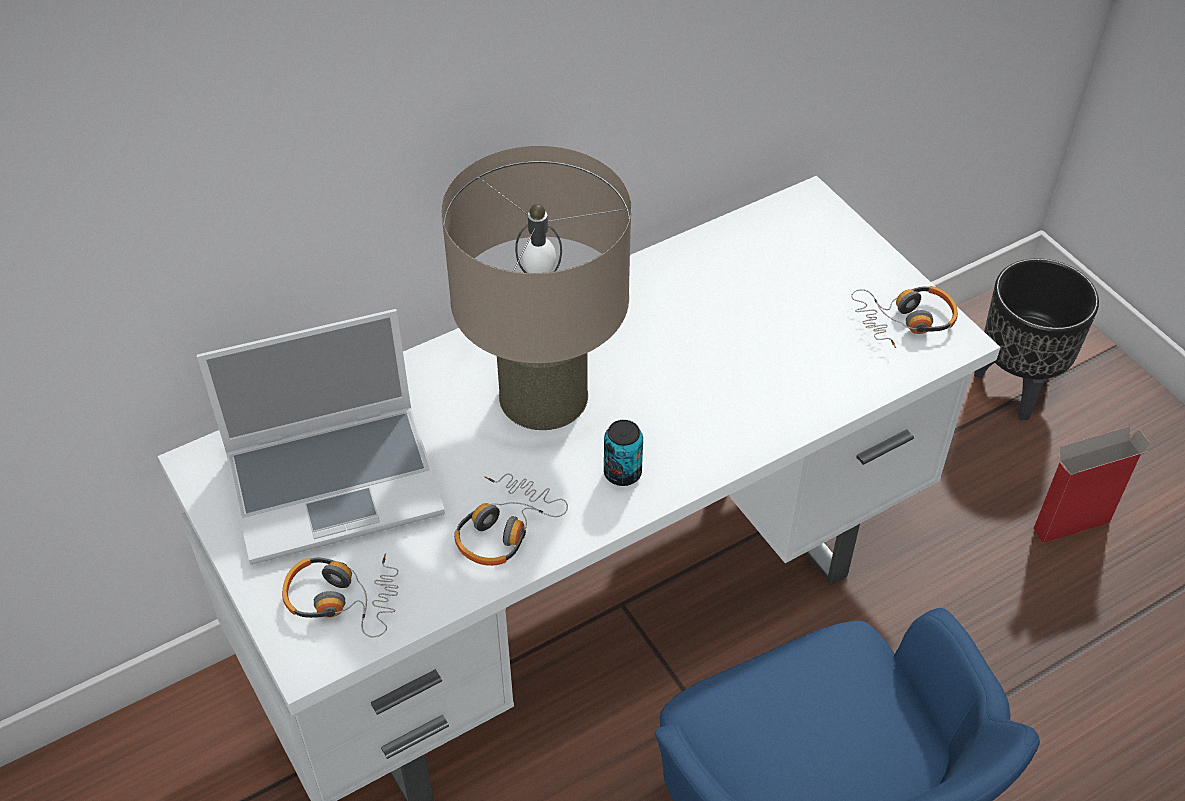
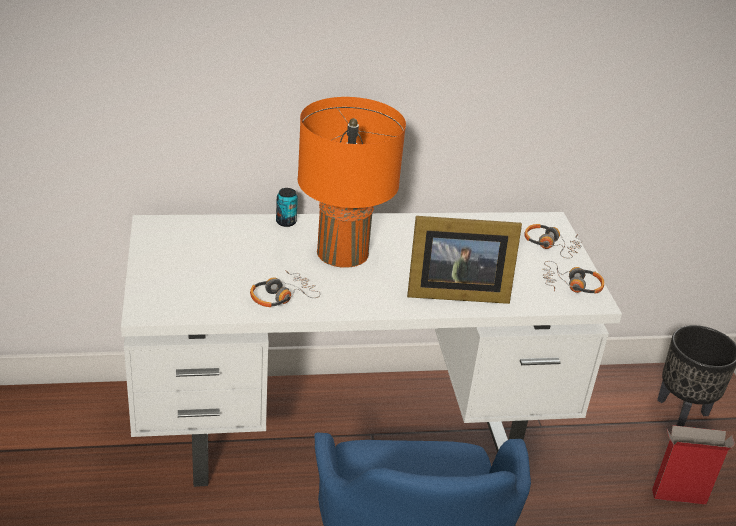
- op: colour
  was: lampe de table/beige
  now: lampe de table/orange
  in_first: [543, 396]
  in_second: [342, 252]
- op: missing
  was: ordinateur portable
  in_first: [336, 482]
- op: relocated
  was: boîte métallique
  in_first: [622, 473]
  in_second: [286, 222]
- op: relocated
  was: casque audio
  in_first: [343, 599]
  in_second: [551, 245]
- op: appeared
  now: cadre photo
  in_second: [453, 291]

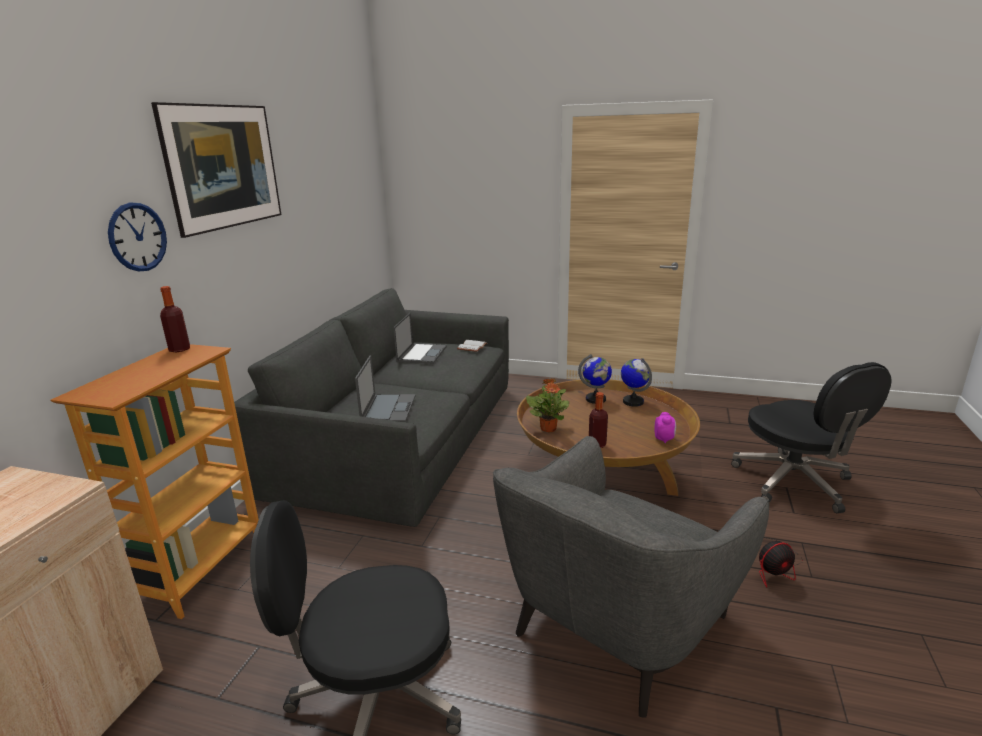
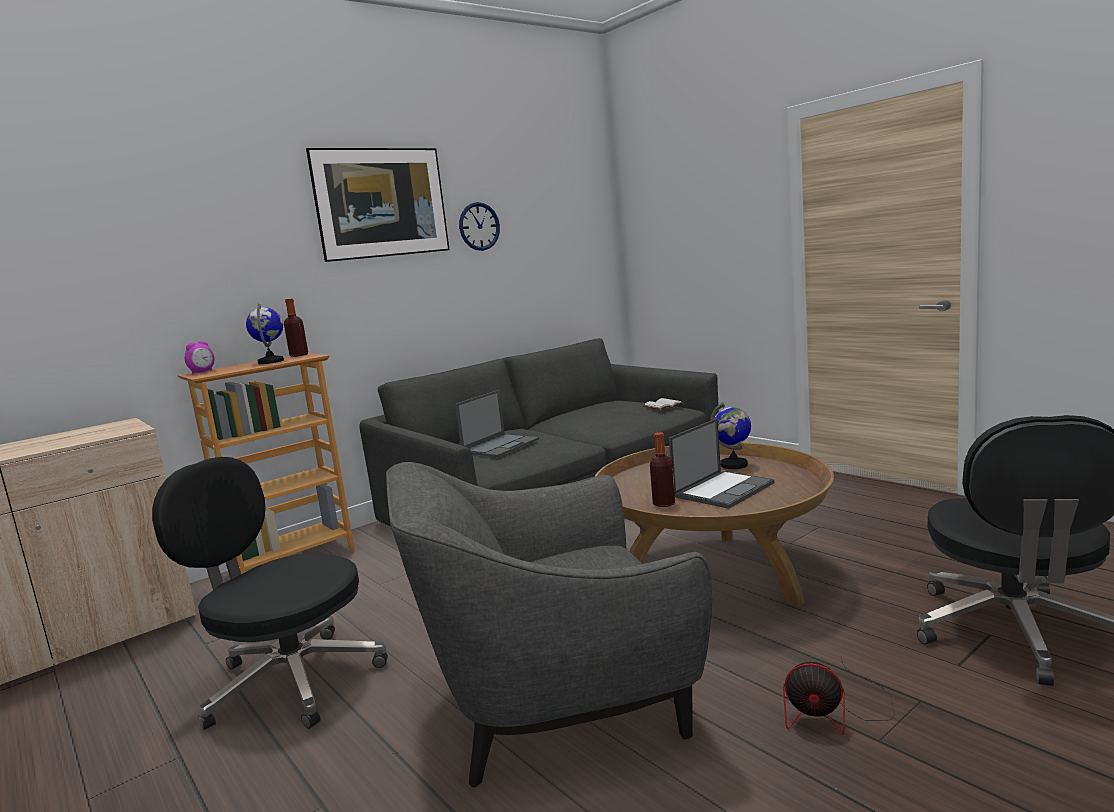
- op: relocated
  was: horloge murale
  in_first: [137, 237]
  in_second: [479, 226]
- op: relocated
  was: ordinateur portable
  in_first: [422, 354]
  in_second: [724, 489]
- op: relocated
  was: globe
  in_first: [633, 402]
  in_second: [271, 361]
- op: missing
  was: plante en pot
  in_first: [548, 428]
- op: relocated
  was: réveil
  in_first: [664, 439]
  in_second: [202, 372]

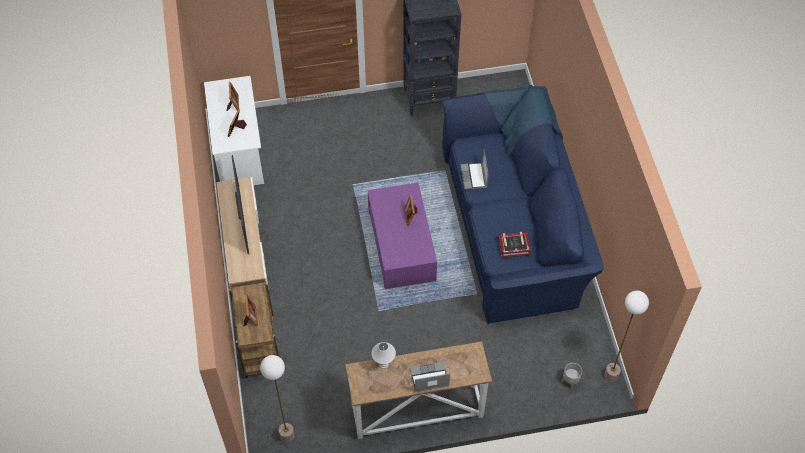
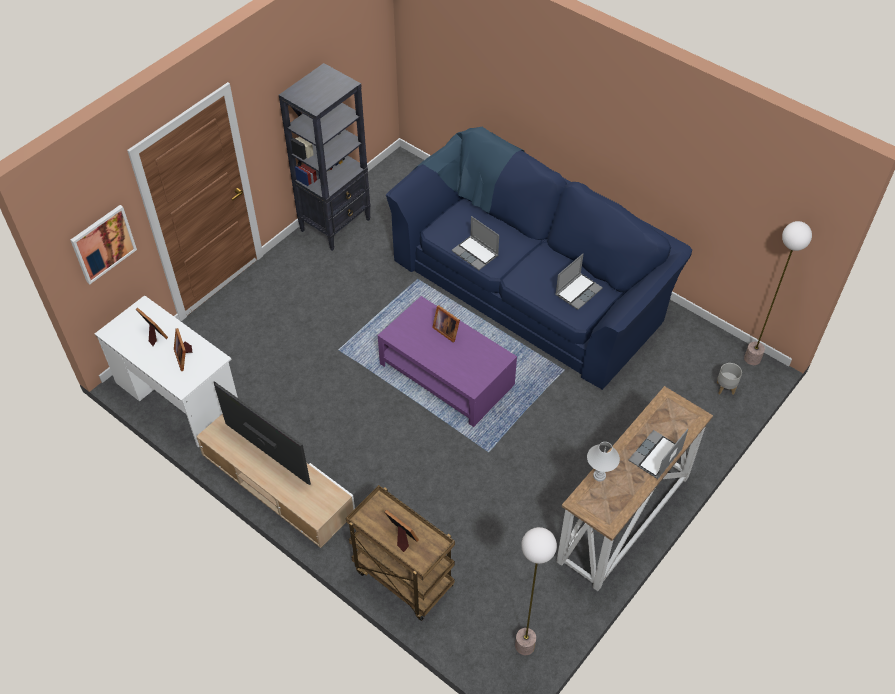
- op: exchanged
  was: livre
  now: ordinateur portable
  in_first: [514, 246]
  in_second: [578, 291]
- op: appeared
  now: tableau
  in_second: [103, 243]

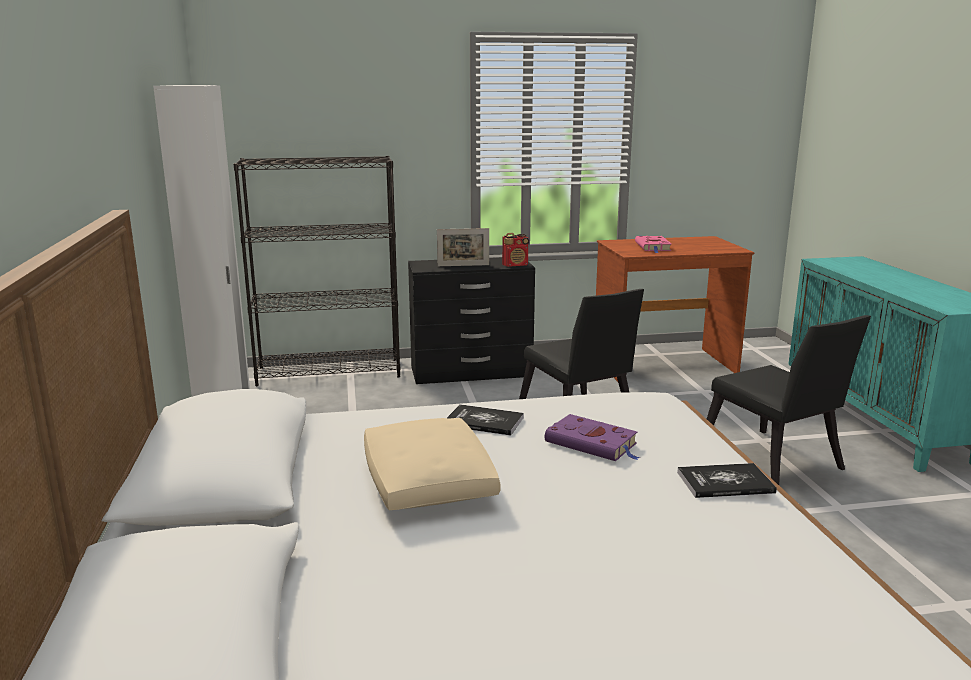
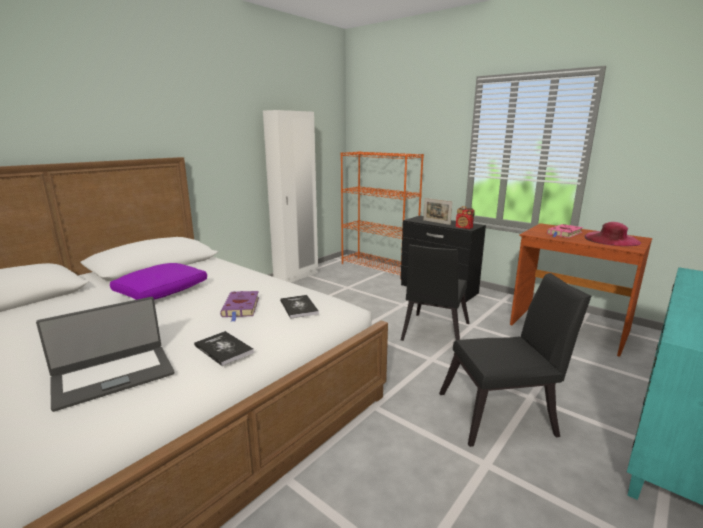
- op: colour
  was: bibliothèque/noir
  now: bibliothèque/orange
  in_first: [330, 372]
  in_second: [378, 267]
- op: spun
  was: chaise/noir
  in_first: [774, 464]
  in_second: [503, 414]
  clockwise: -120
- op: relocated
  was: livre
  in_first: [484, 421]
  in_second: [299, 307]
- op: colour
  was: coussin/beige
  now: coussin/violet
  in_first: [427, 481]
  in_second: [162, 291]
- op: appeared
  now: chapeau/rose
  in_second: [611, 239]
- op: appeared
  now: ordinateur portable
  in_second: [113, 375]

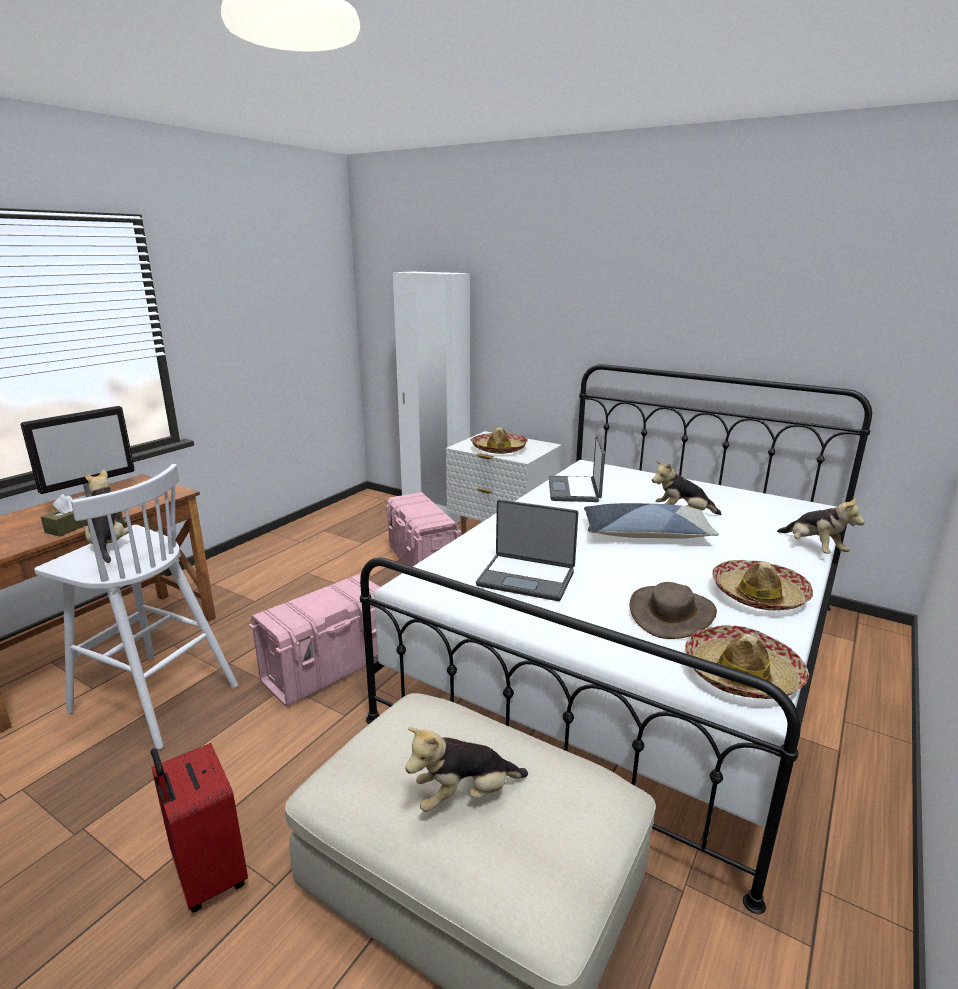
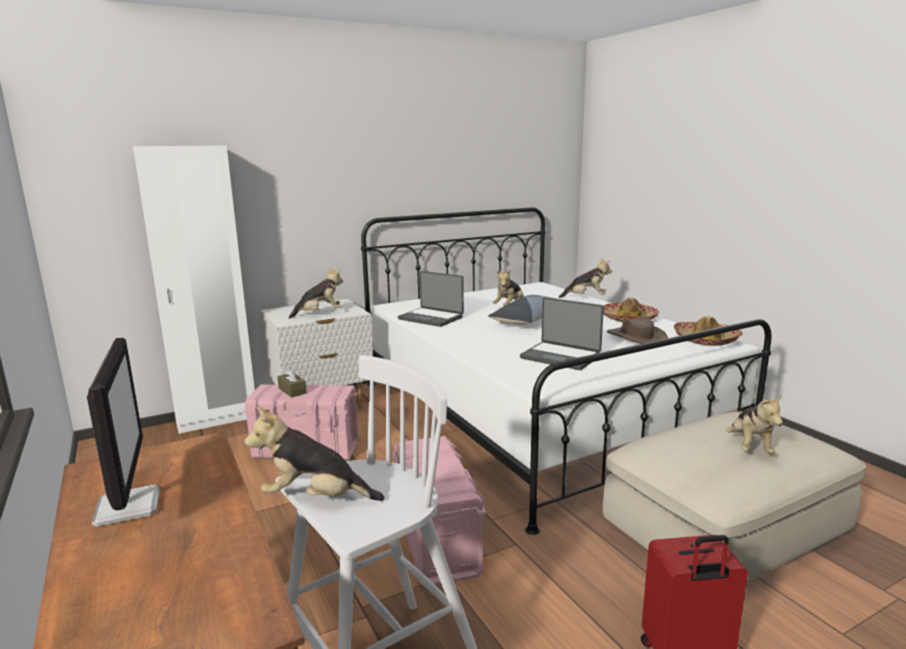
- op: exchanged
  was: chapeau
  now: peluche
  in_first: [499, 449]
  in_second: [319, 314]
- op: relocated
  was: boîte à mouchoirs/marron
  in_first: [71, 527]
  in_second: [292, 391]
- op: spun
  was: ordinateur portable
  in_first: [526, 578]
  in_second: [561, 357]
  clockwise: 75

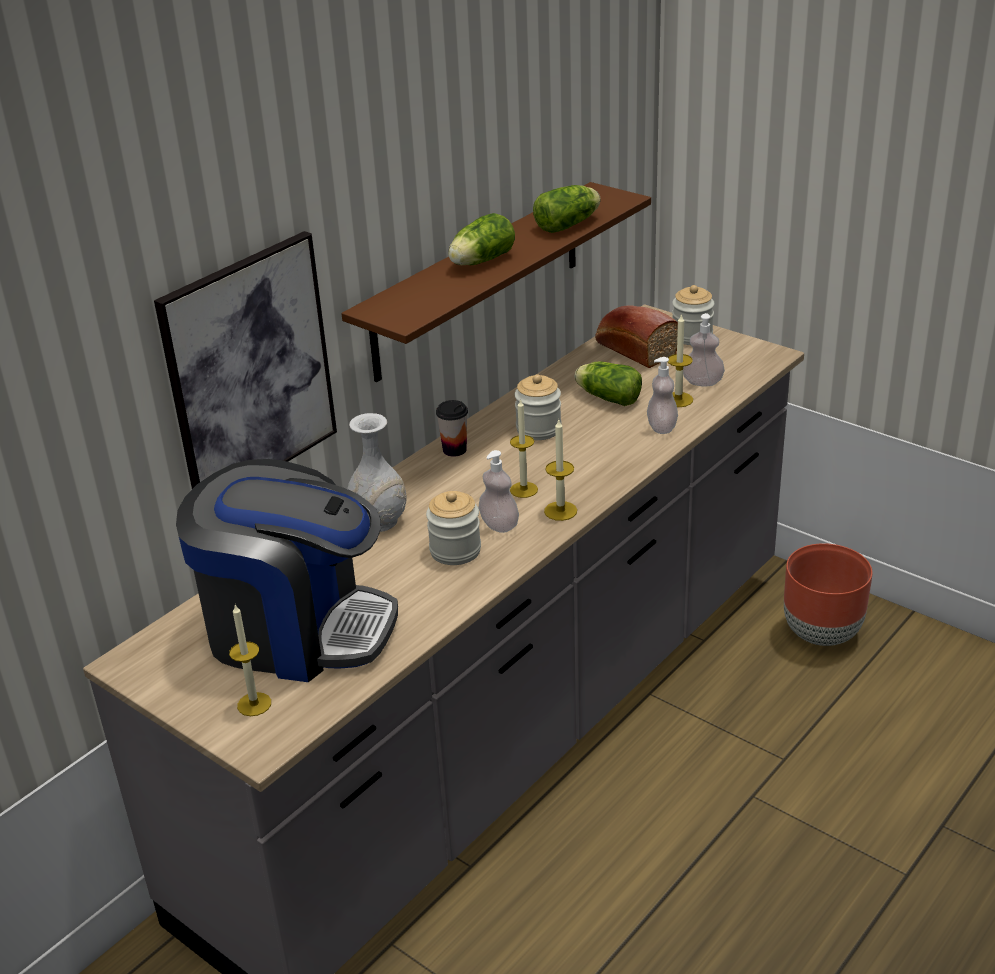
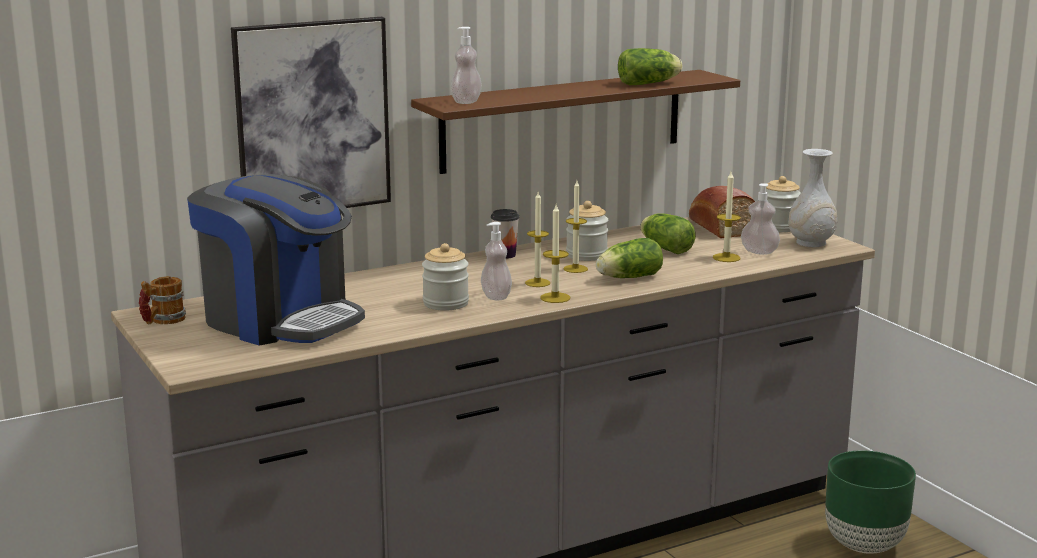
- op: relocated
  was: laitue
  in_first: [479, 262]
  in_second: [627, 277]
- op: relocated
  was: distributeur de savon
  in_first: [662, 427]
  in_second: [466, 102]
- op: relocated
  was: vase/blanc
  in_first: [379, 522]
  in_second: [811, 243]
- op: colour
  was: cache-pot/marron
  now: cache-pot/vert
  in_first: [822, 633]
  in_second: [865, 545]
- op: relocated
  was: bougie
  in_first: [254, 704]
  in_second: [575, 269]
- op: appeared
  now: mug
  in_second: [162, 321]

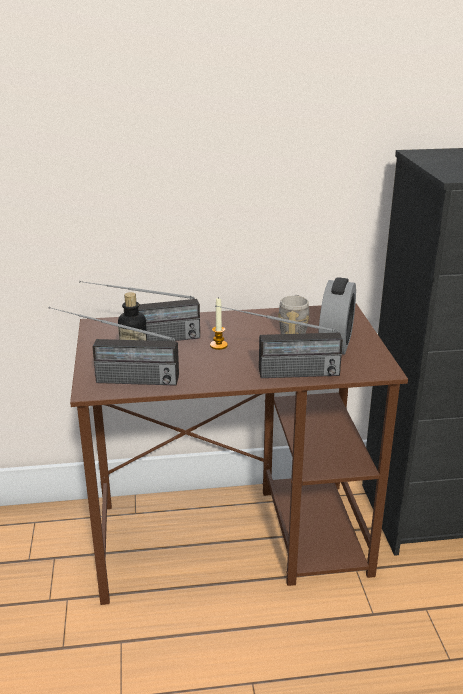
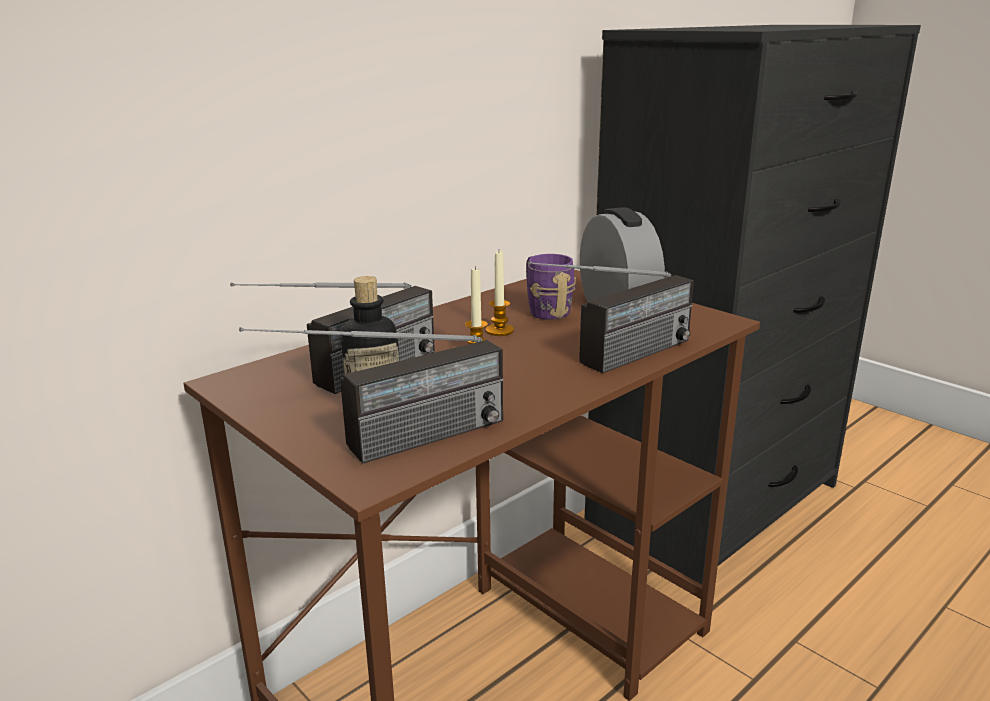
- op: colour
  was: mug/gris
  now: mug/violet
  in_first: [293, 330]
  in_second: [545, 310]
- op: appeared
  now: bougie
  in_second: [499, 331]

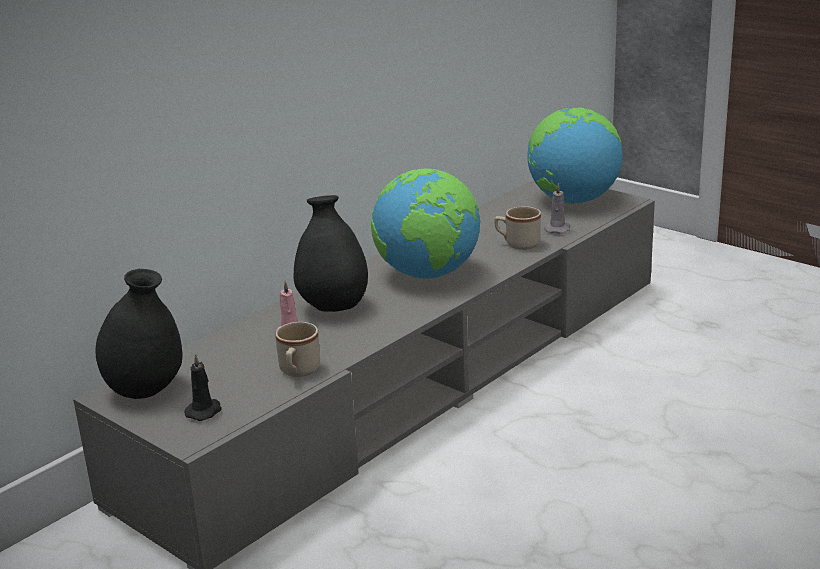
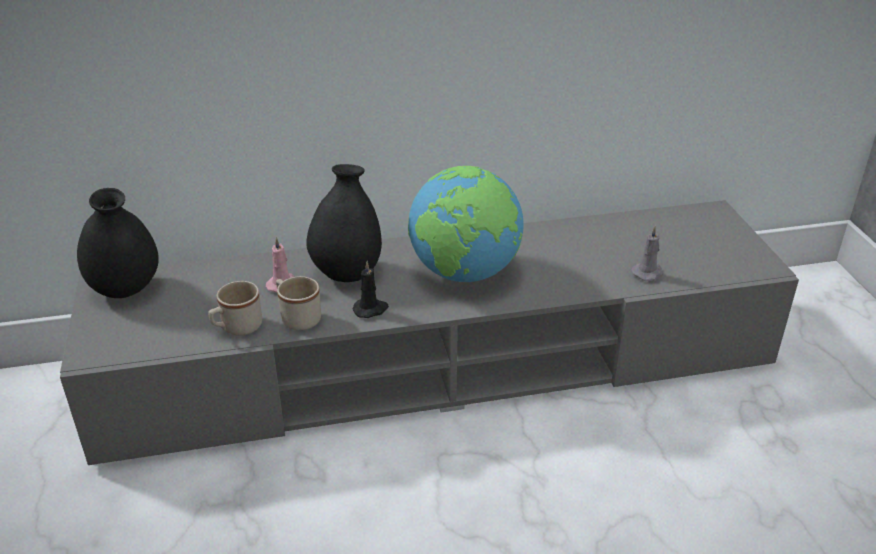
- op: missing
  was: globe
  in_first: [573, 200]
- op: relocated
  was: mug/beige
  in_first: [517, 244]
  in_second: [297, 317]
- op: relocated
  was: bougie/noir
  in_first: [204, 411]
  in_second: [371, 309]

